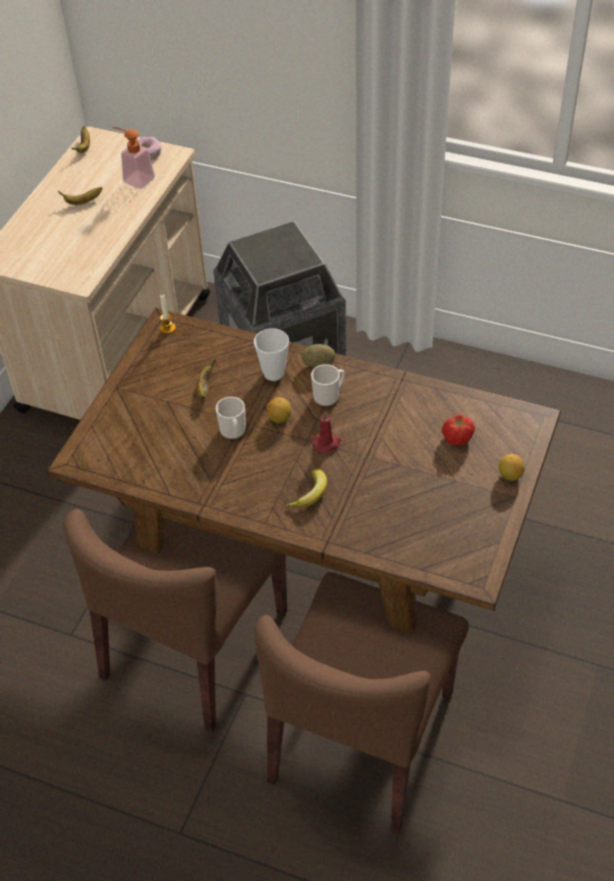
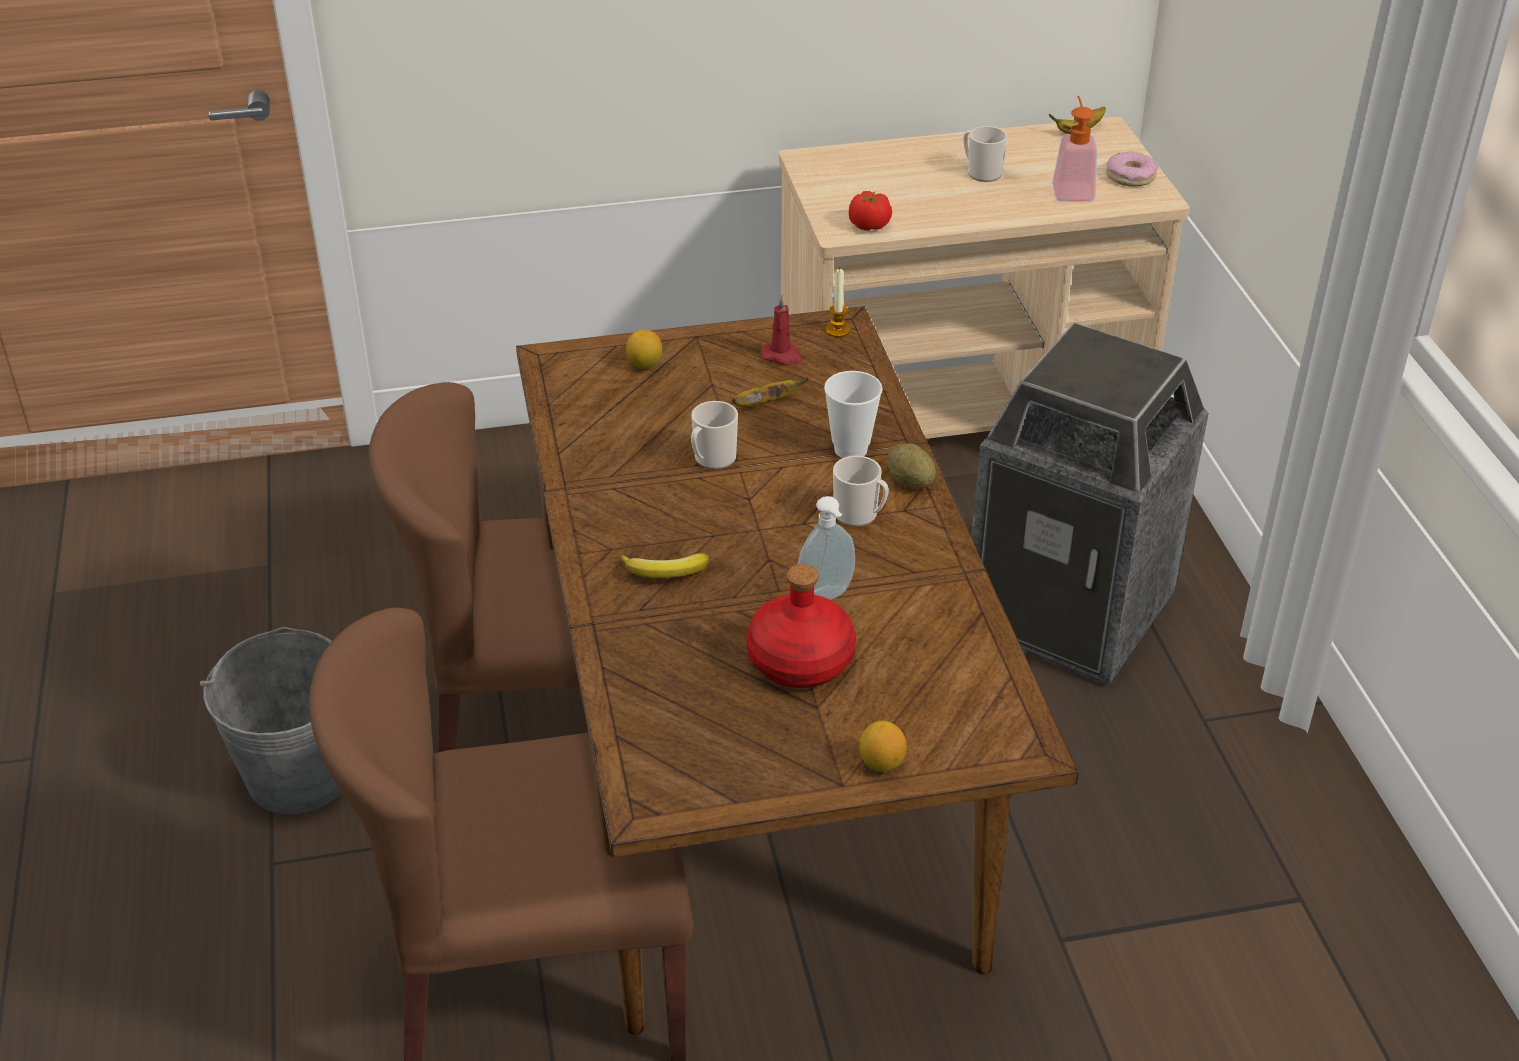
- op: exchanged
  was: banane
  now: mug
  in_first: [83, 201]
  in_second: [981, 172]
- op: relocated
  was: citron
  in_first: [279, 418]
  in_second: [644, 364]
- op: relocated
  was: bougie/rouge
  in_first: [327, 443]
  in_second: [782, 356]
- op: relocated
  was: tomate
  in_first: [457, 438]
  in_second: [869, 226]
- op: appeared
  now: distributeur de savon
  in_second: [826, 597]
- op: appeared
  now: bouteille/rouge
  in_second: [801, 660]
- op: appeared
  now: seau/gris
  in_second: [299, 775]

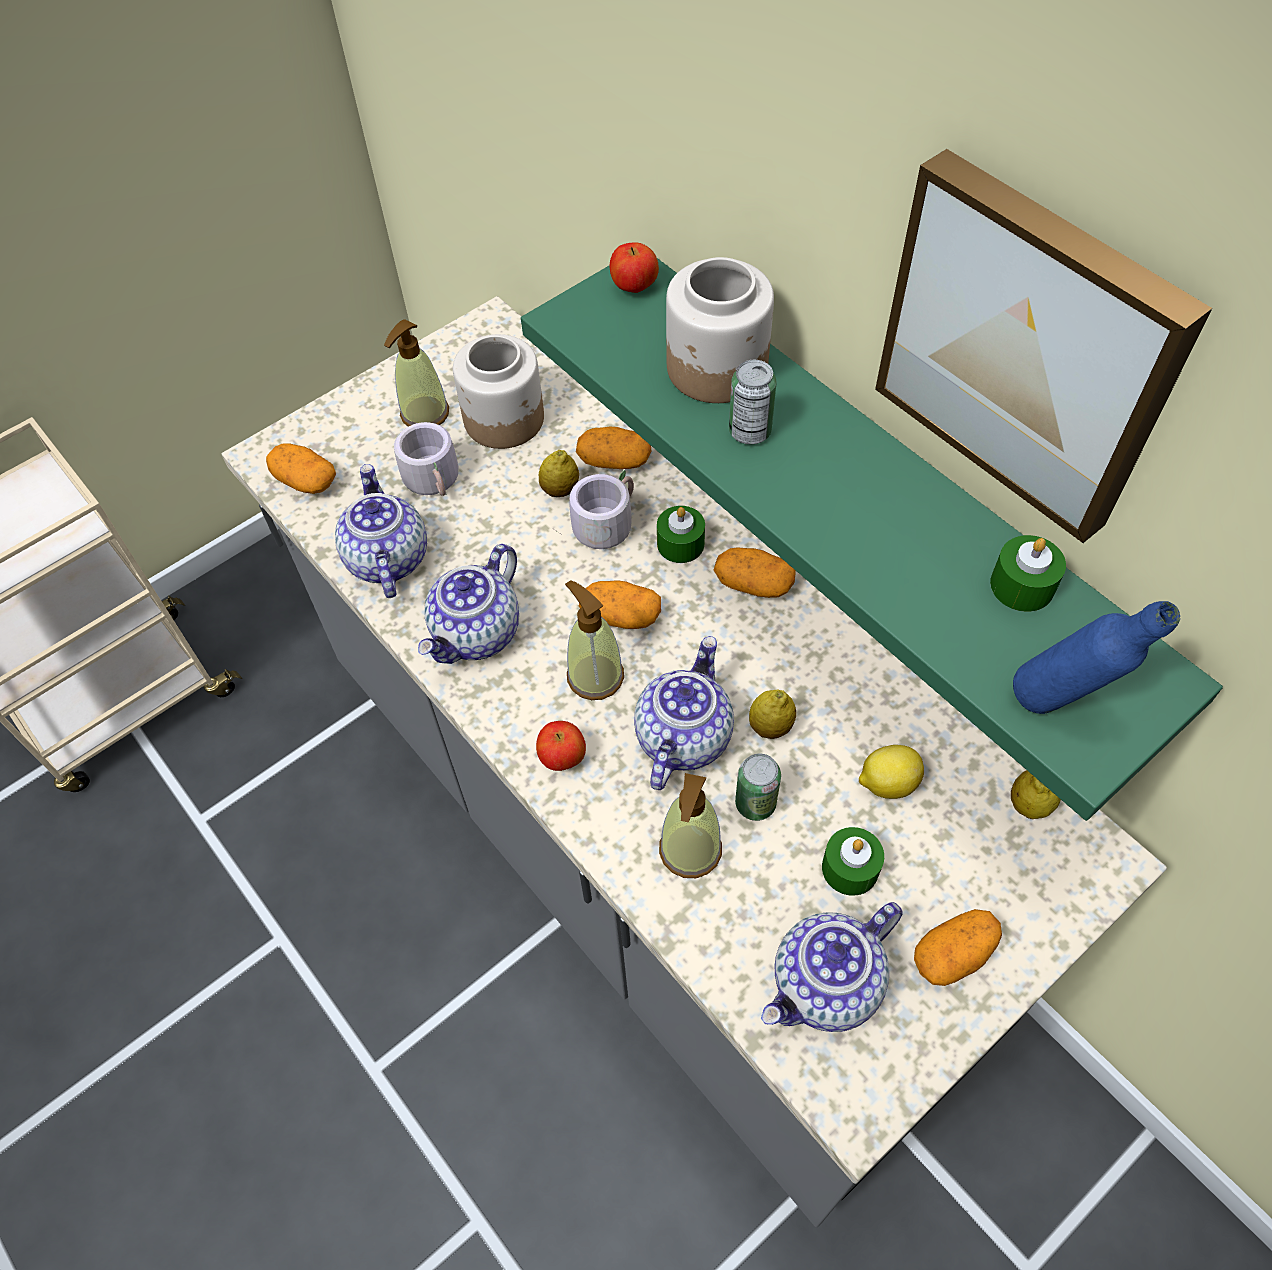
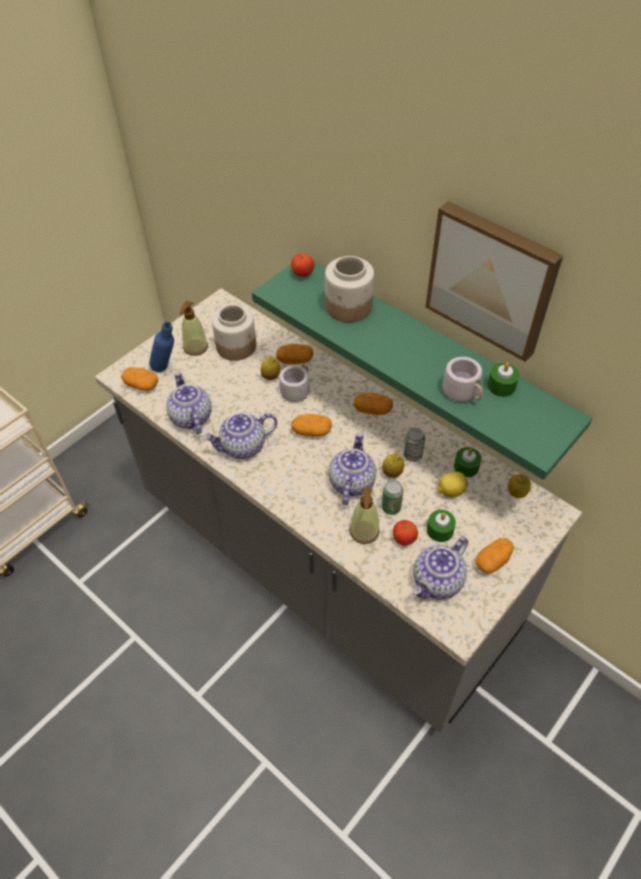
- op: relocated
  was: boîte métallique
  in_first: [749, 431]
  in_second: [412, 455]
- op: relocated
  was: mug/gris
  in_first: [437, 480]
  in_second: [464, 392]
- op: relocated
  was: bougie/vert
  in_first: [680, 544]
  in_second: [466, 467]
- op: spun
  was: théière
  in_first: [477, 633]
  in_second: [243, 447]
  clockwise: 45
- op: missing
  was: distributeur de savon
  in_first: [595, 676]
- op: relocated
  was: bouteille/bleu
  in_first: [1058, 707]
  in_second: [167, 370]
- op: relocated
  was: pomme
  in_first: [563, 757]
  in_second: [404, 539]

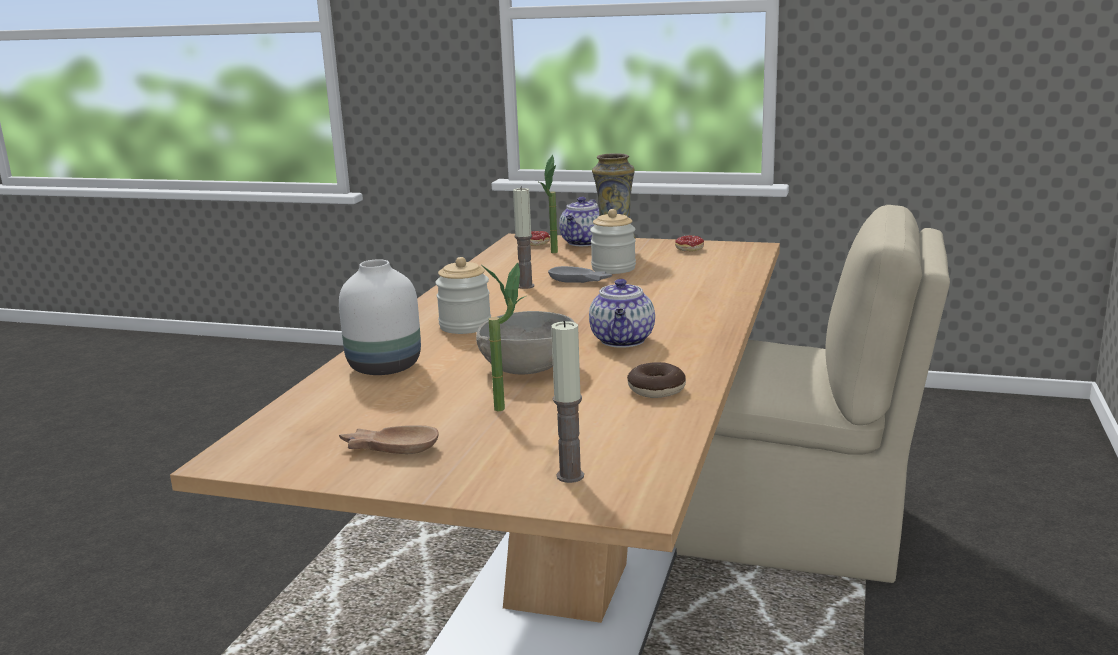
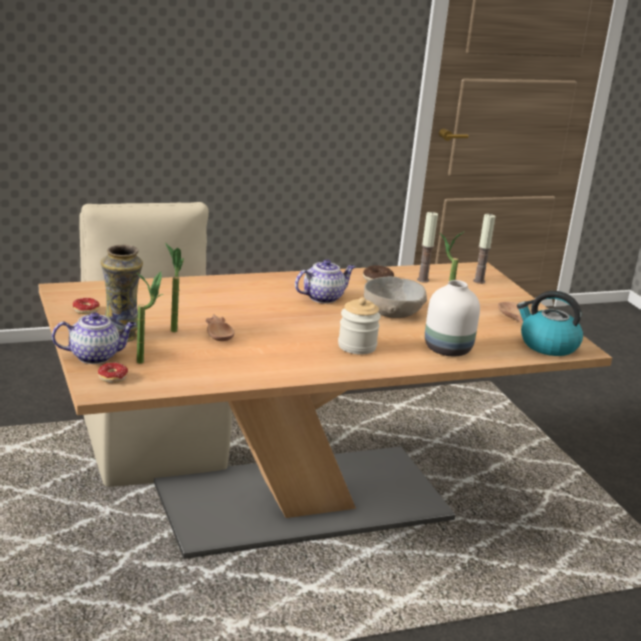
- op: relocated
  was: bougie
  in_first: [526, 286]
  in_second: [423, 280]
- op: exchanged
  was: bocal
  now: plante en pot
  in_first: [613, 268]
  in_second: [171, 328]
- op: colour
  was: bol/gris
  now: bol/marron
  in_first: [580, 281]
  in_second: [219, 332]
- op: appeared
  now: bouilloire
  in_second: [547, 345]

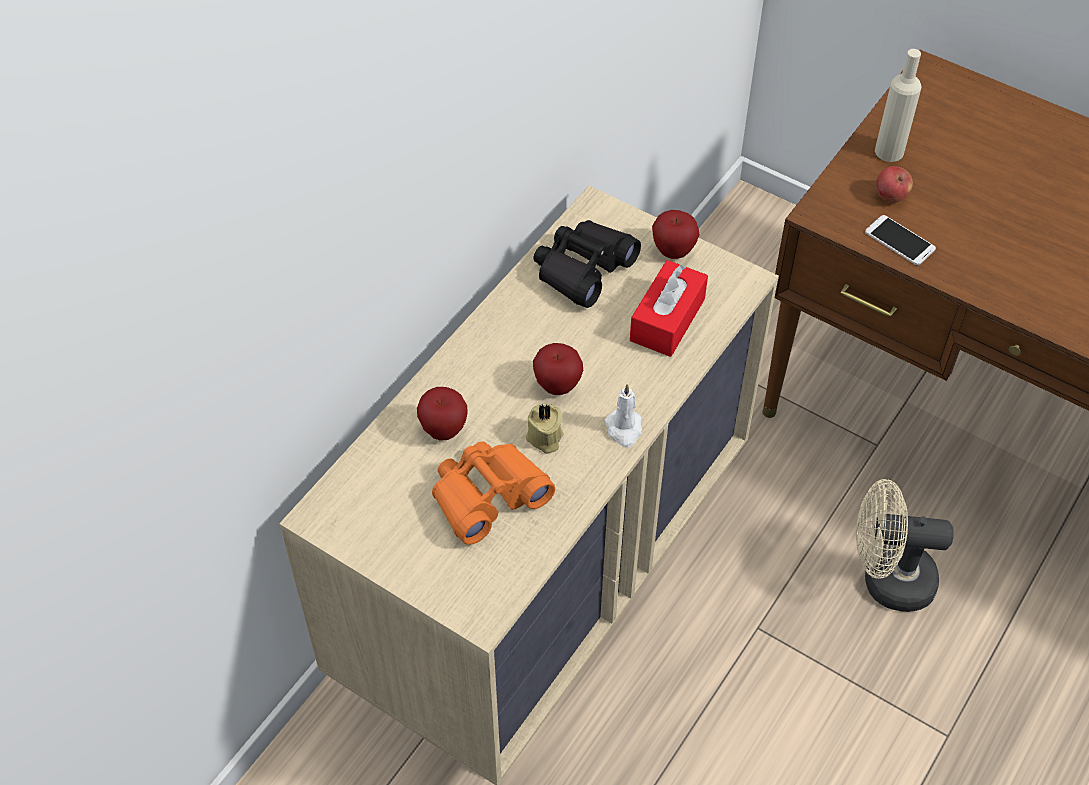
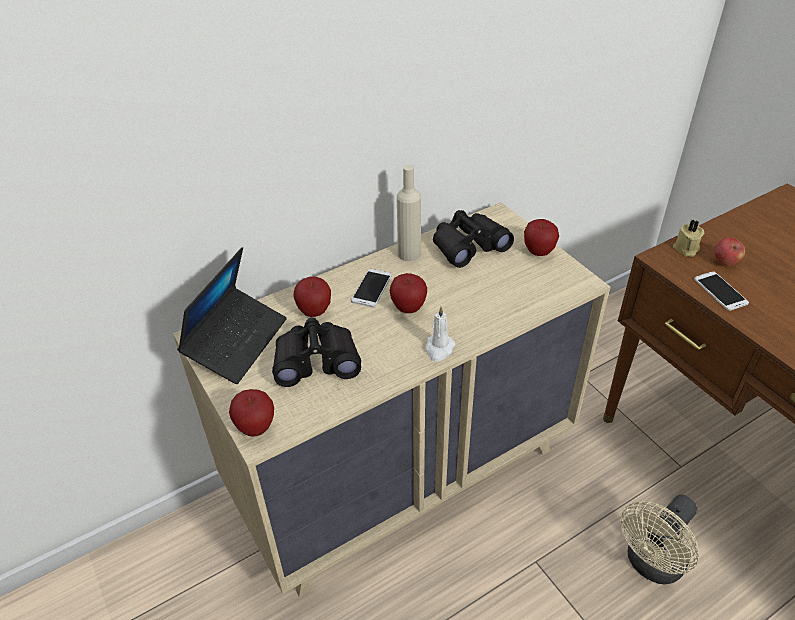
- op: relocated
  was: bouteille/beige
  in_first: [889, 151]
  in_second: [409, 254]
- op: missing
  was: boîte à mouchoirs/rouge
  in_first: [667, 320]
- op: relocated
  was: bougie/beige
  in_first: [544, 438]
  in_second: [686, 249]
- op: colour
  was: jumelles/orange
  now: jumelles/noir
  in_first: [488, 496]
  in_second: [316, 361]
- op: spun
  was: ventilateur/beige
  in_first: [886, 580]
  in_second: [651, 565]
  clockwise: -75
- op: appeared
  now: ordinateur portable
  in_second: [236, 341]
- op: appeared
  now: téléphone
  in_second: [372, 288]
- op: appeared
  now: pomme
  in_second: [256, 428]

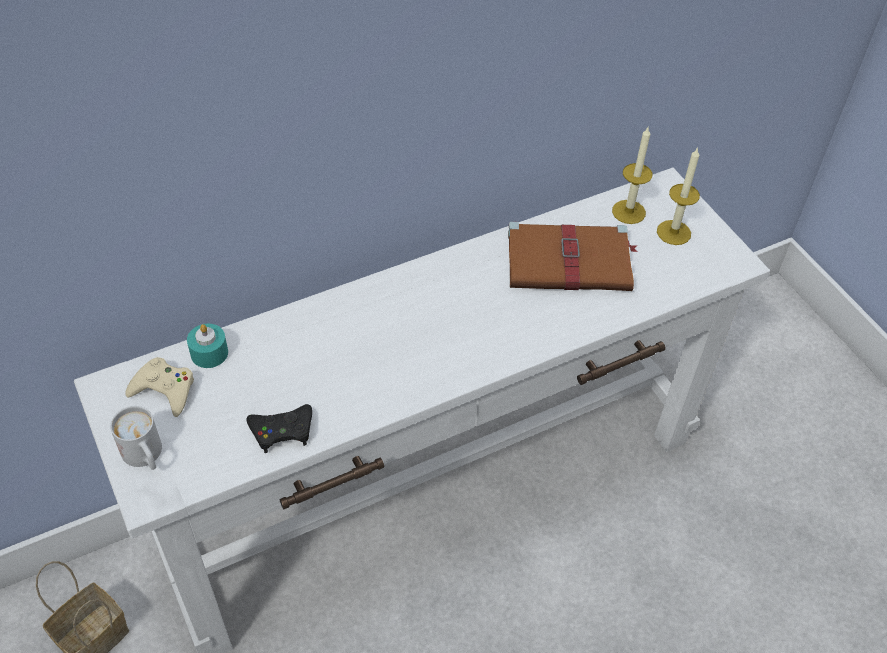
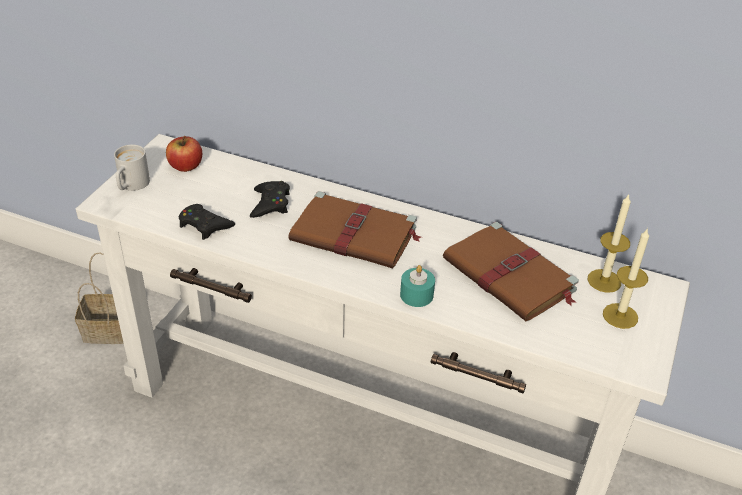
- op: relocated
  was: bougie/turquoise
  in_first: [209, 353]
  in_second: [416, 295]
- op: exchanged
  was: manette/beige
  now: pomme
  in_first: [164, 390]
  in_second: [185, 166]
- op: appeared
  now: manette/noir
  in_second: [270, 204]
- op: appeared
  now: livre/marron
  in_second: [355, 235]

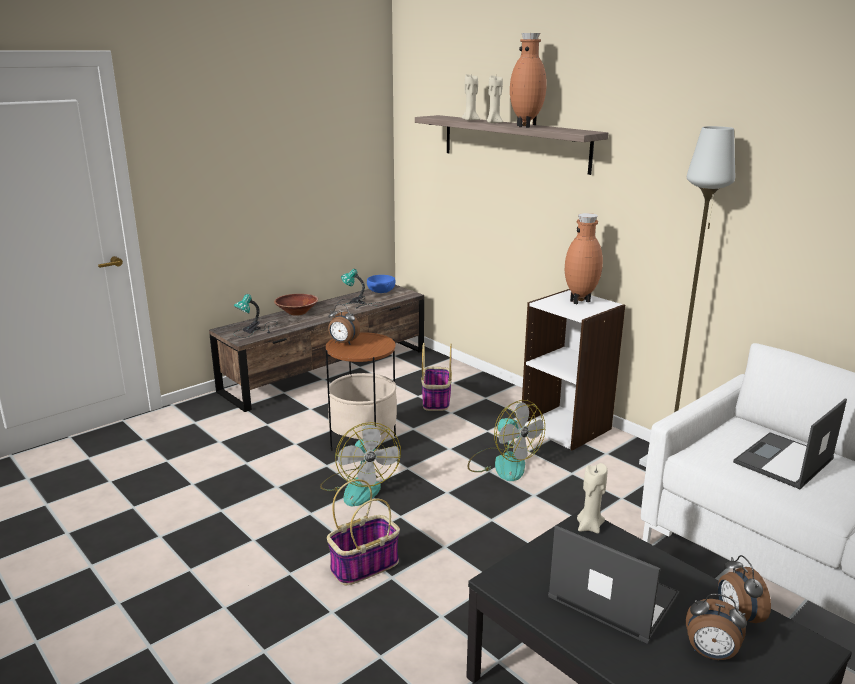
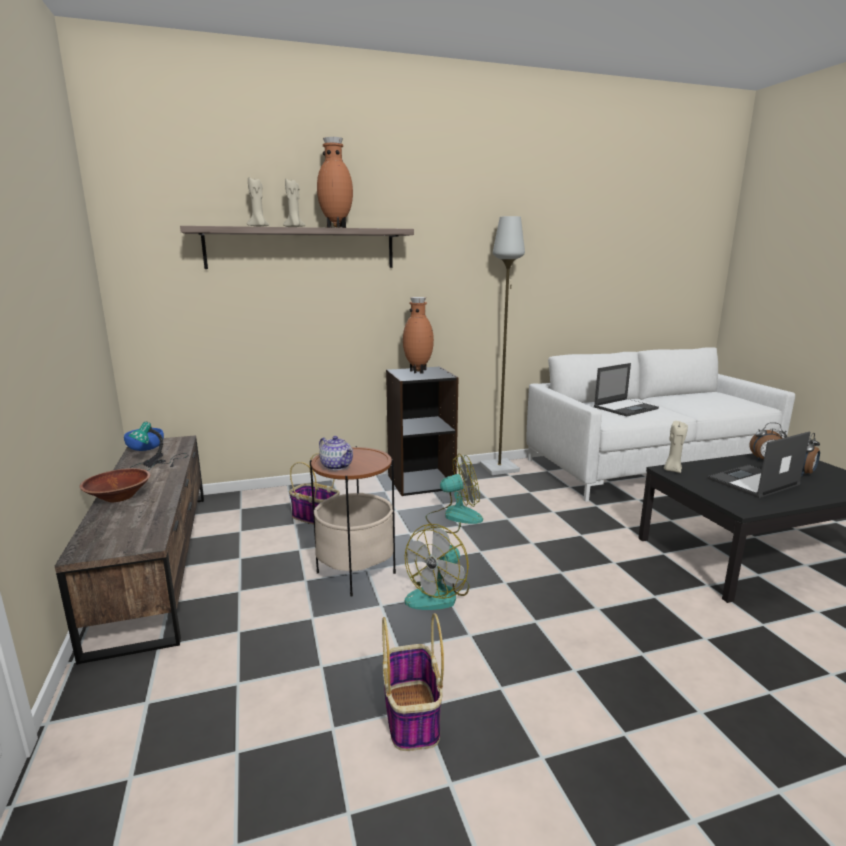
- op: colour
  was: bibliothèque/blanc
  now: bibliothèque/noir
  in_first: [566, 427]
  in_second: [421, 481]
- op: missing
  was: lampe de table
  in_first: [256, 330]
- op: exchanged
  was: réveil
  now: théière
  in_first: [343, 343]
  in_second: [336, 466]
- op: spun
  was: ordinateur portable
  in_first: [783, 461]
  in_second: [626, 408]
  clockwise: -105
- op: spun
  was: ventilateur
  in_first: [359, 486]
  in_second: [439, 594]
  clockwise: 120
- op: relocated
  was: panier
  in_first: [365, 565]
  in_second: [411, 714]

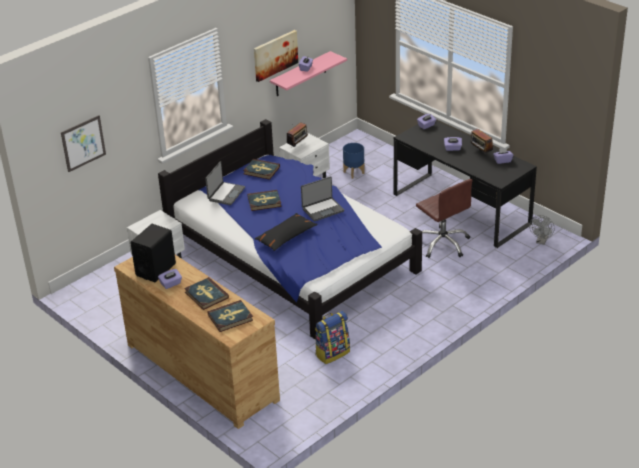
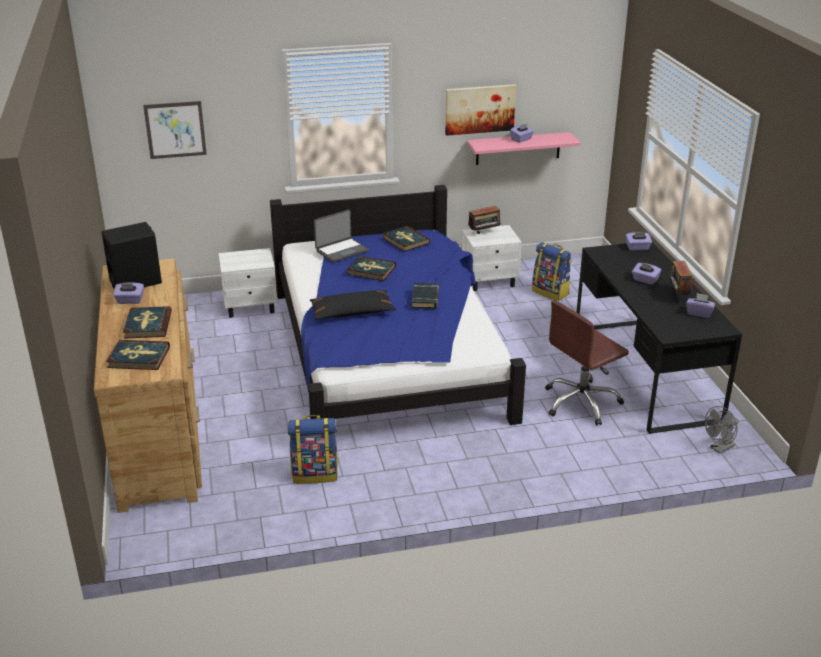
- op: exchanged
  was: cache-pot/bleu
  now: sac à dos
  in_first: [354, 172]
  in_second: [551, 292]
- op: exchanged
  was: ordinateur portable
  now: livre/noir
  in_first: [322, 209]
  in_second: [425, 299]
- op: spun
  was: chaise de bureau/marron
  in_first: [443, 243]
  in_second: [581, 403]
  clockwise: 60

